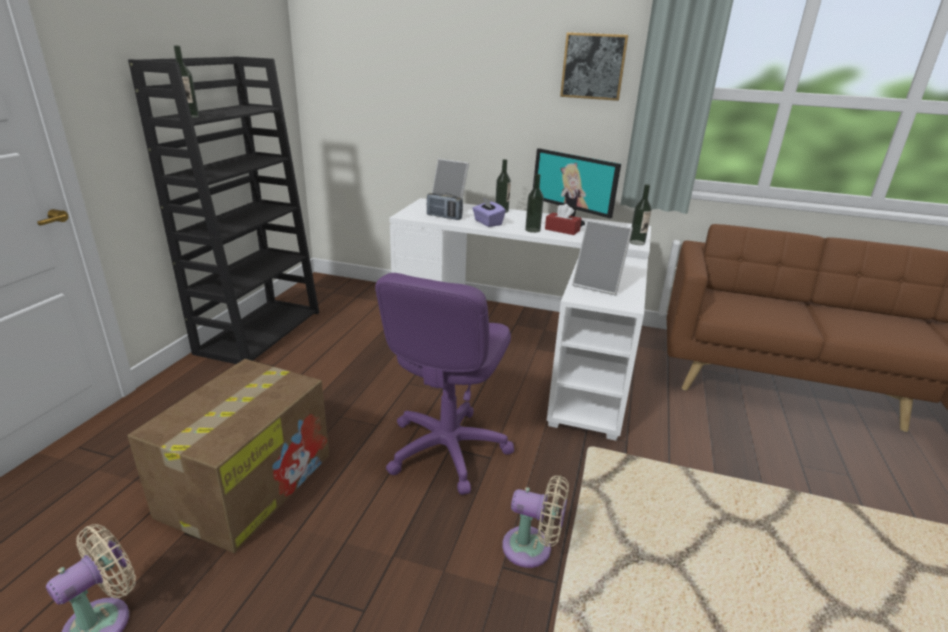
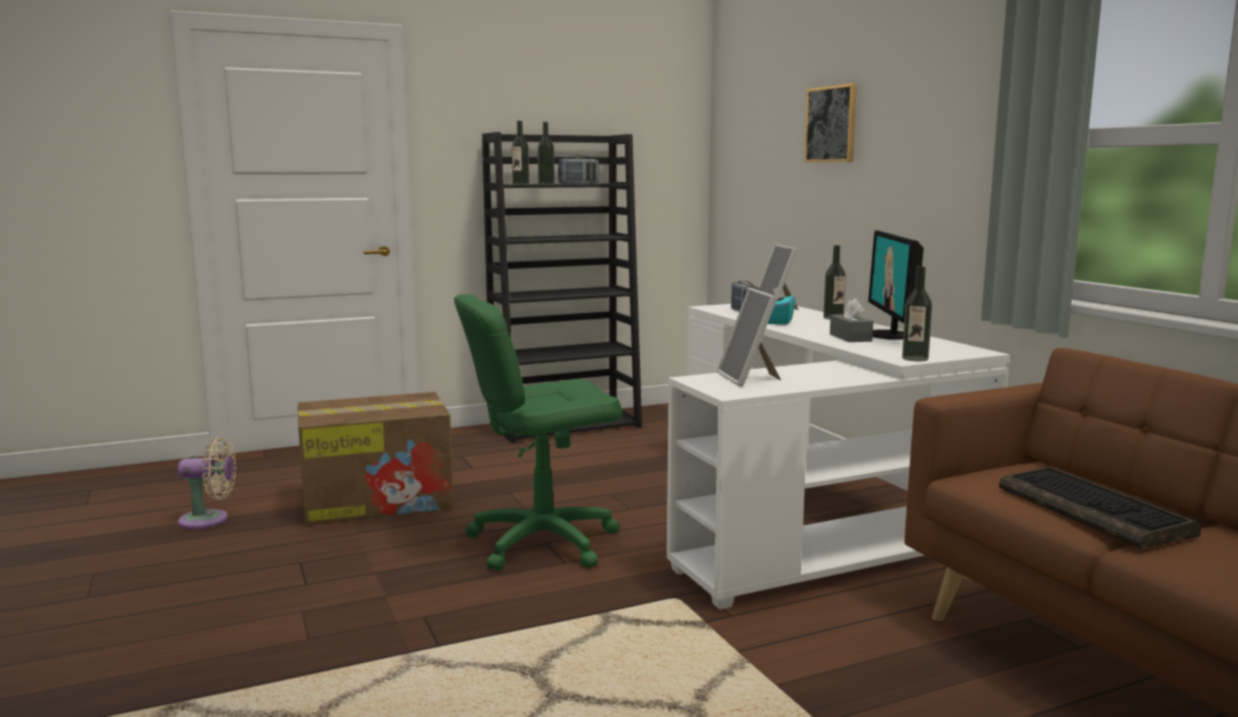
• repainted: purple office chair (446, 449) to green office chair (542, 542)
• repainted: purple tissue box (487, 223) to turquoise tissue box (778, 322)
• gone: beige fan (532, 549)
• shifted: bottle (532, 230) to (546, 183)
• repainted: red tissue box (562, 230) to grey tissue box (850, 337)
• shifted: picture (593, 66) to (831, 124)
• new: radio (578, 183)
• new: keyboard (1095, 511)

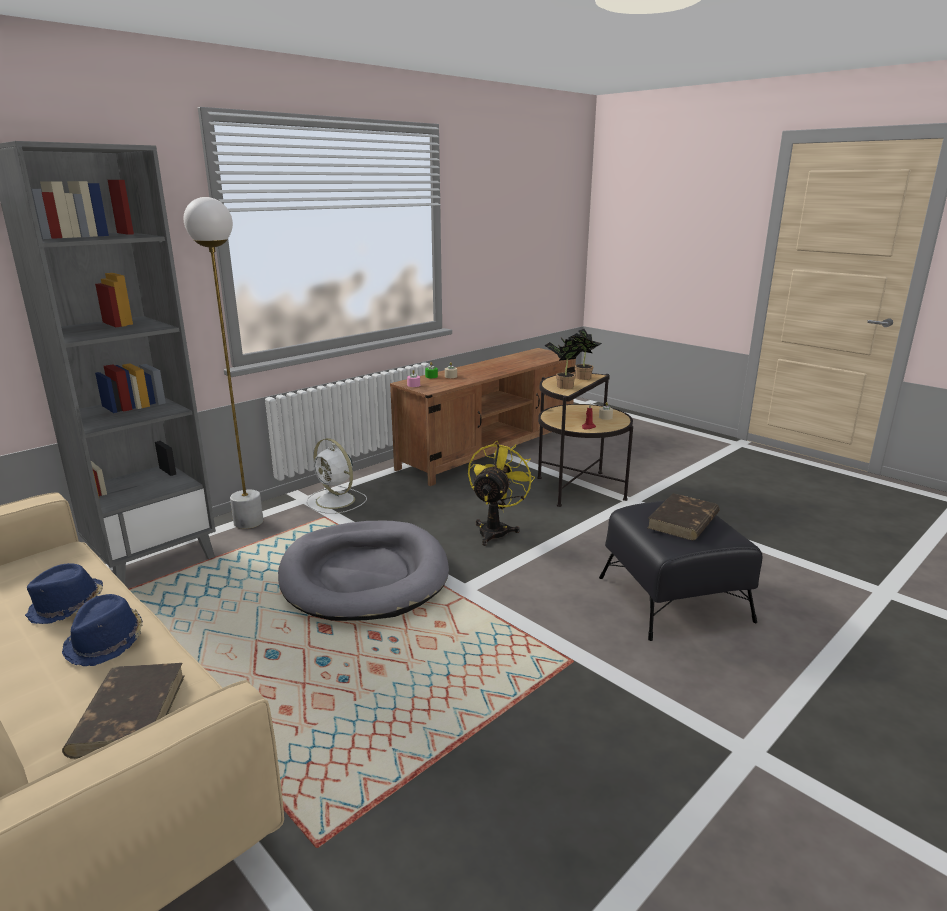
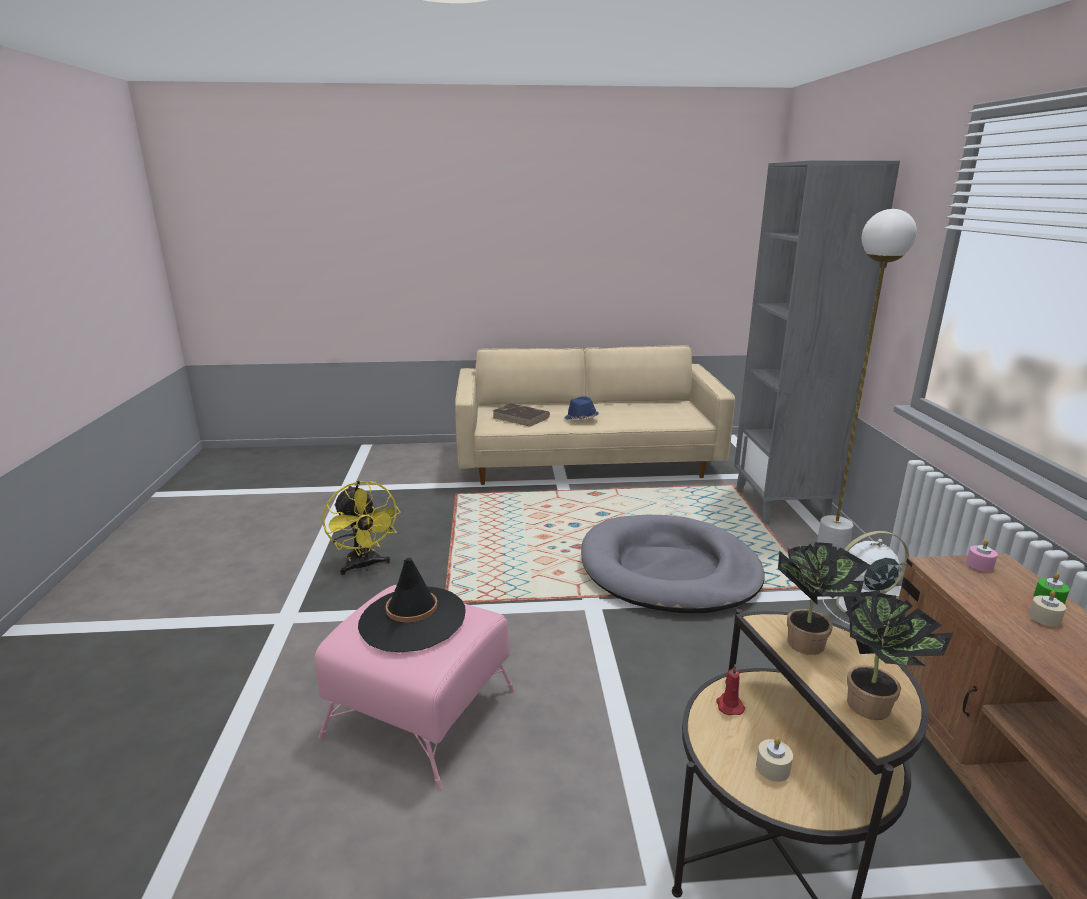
• gone: blue hat (66, 607)
• shifted: yellow fan (496, 529) to (364, 566)
• repainted: black ottoman (673, 599) to pink ottoman (420, 711)
• swapped: brown book (683, 521) to black hat (412, 619)

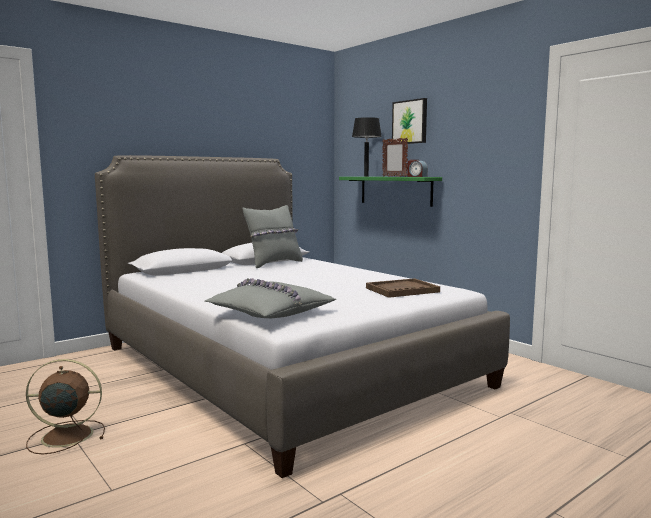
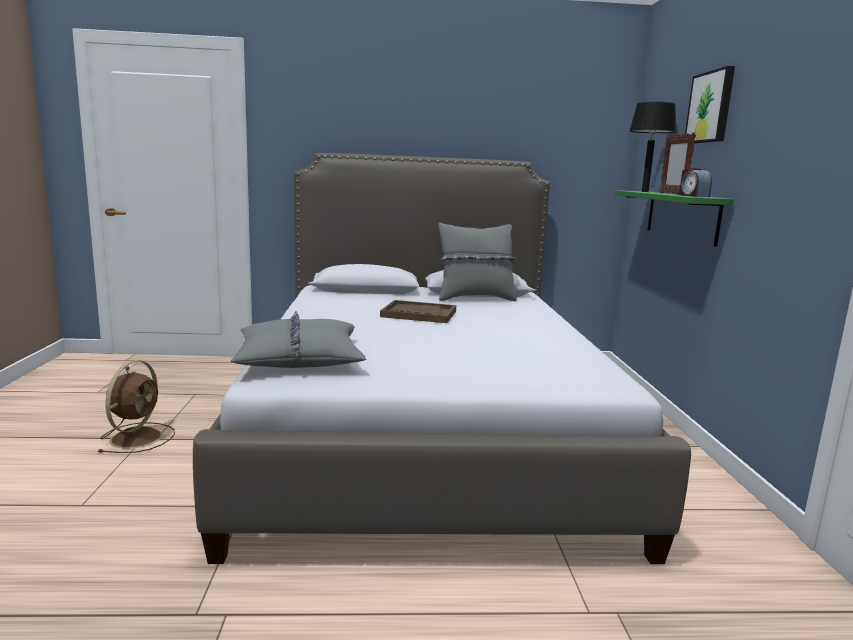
• rotated: brown fan (65, 436) = (137, 437) 75 degrees clockwise
• shifted: brown tray (402, 290) to (418, 314)

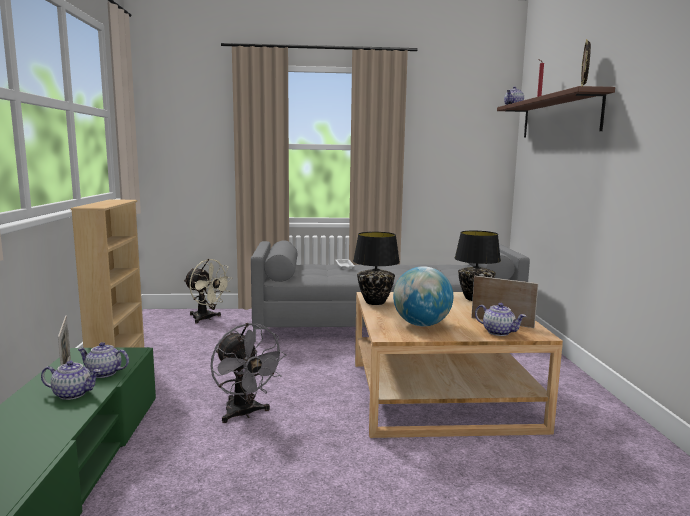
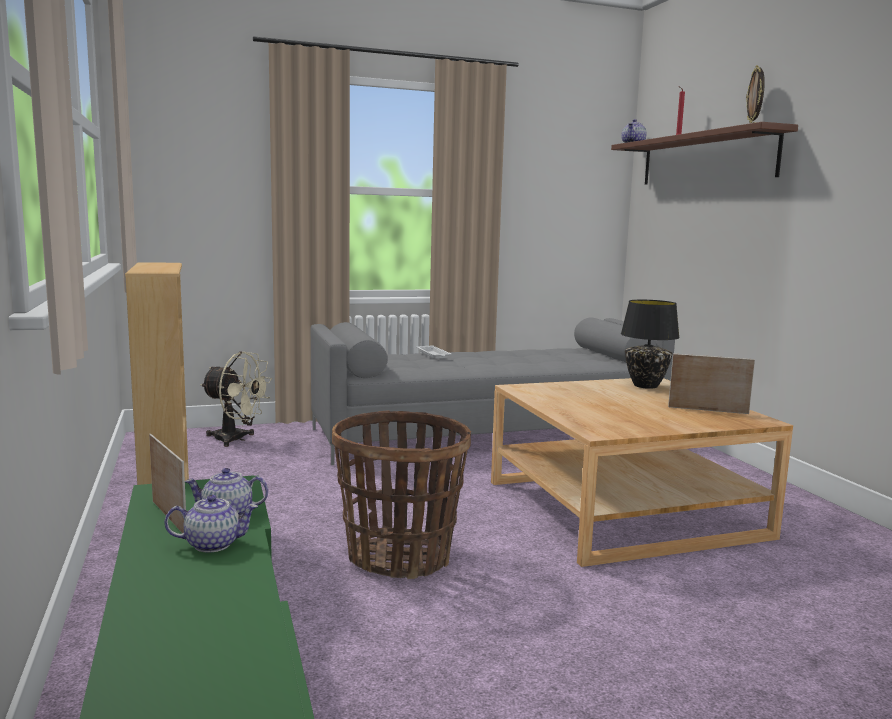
• swapped: grey fan (244, 414) to basket (400, 556)
• gone: black table lamp (375, 302)
• gone: globe (421, 325)
• gone: teapot (499, 332)

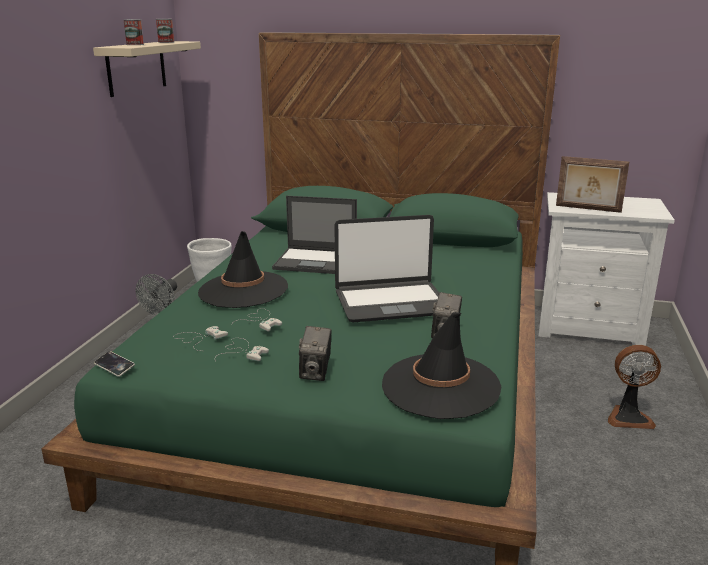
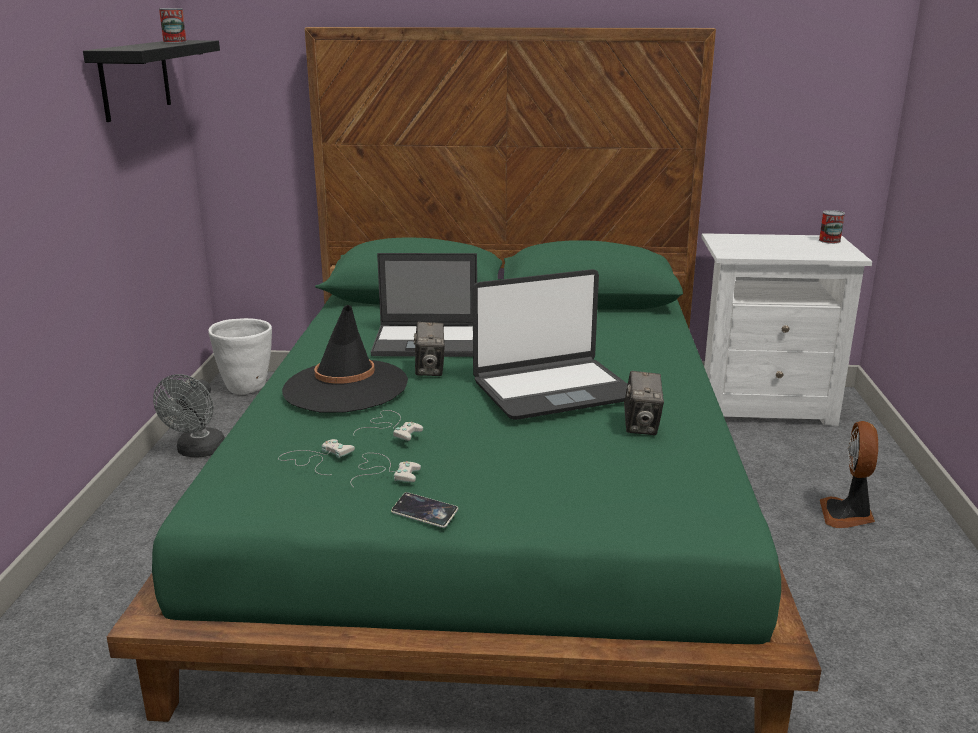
• repainted: beige shelf (136, 67) to black shelf (135, 79)
• shifted: phone (114, 366) to (424, 514)
• shifted: can (135, 44) to (829, 241)
• shifted: photo camera (315, 372) to (430, 370)
• gone: black hat (440, 386)
• gone: picture frame (588, 209)
• rotated: fan (628, 417) = (847, 515) 105 degrees clockwise

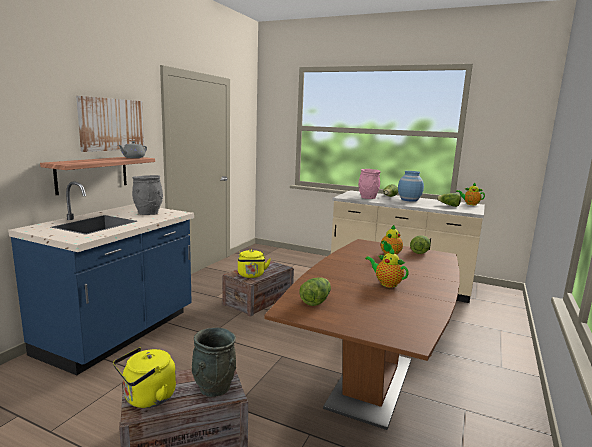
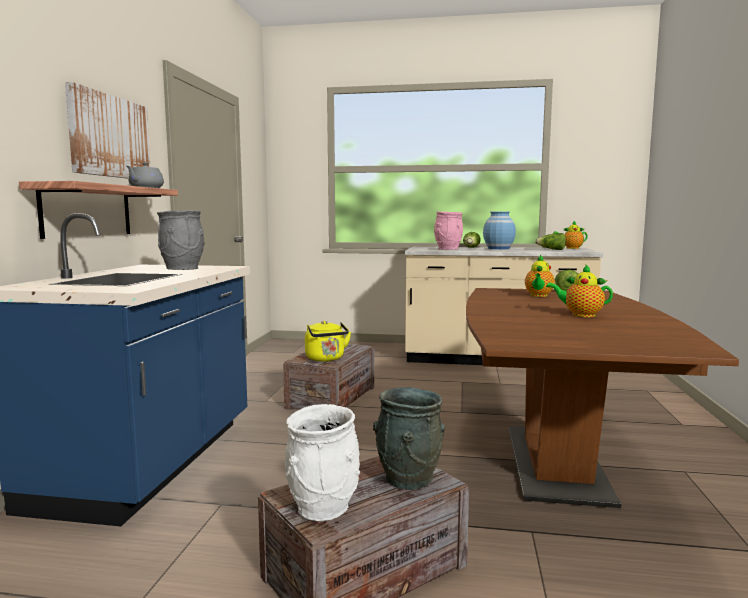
• swapped: yellow kettle (147, 398) to white vase (322, 507)
• gone: lettuce (315, 300)

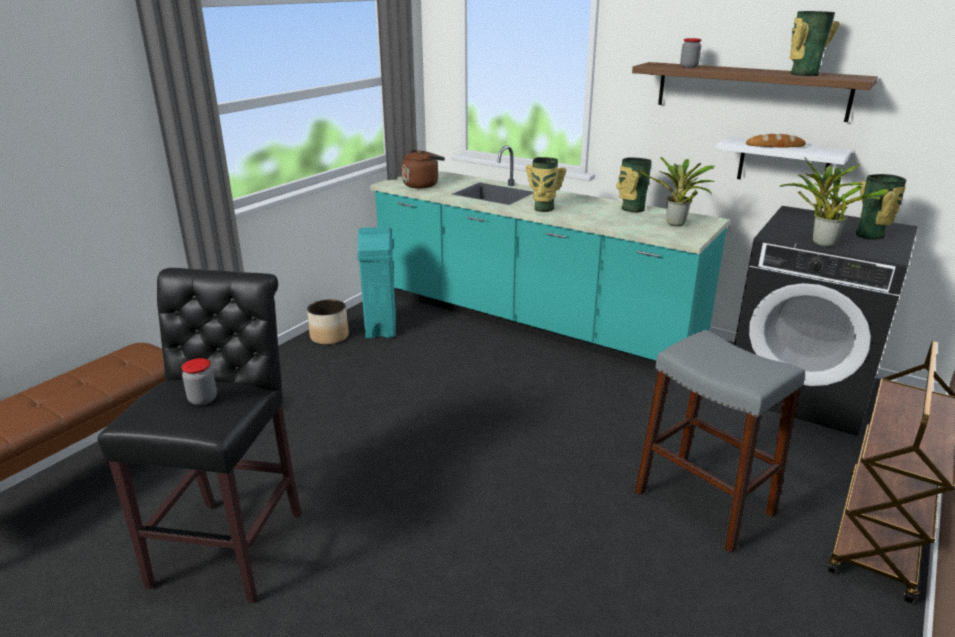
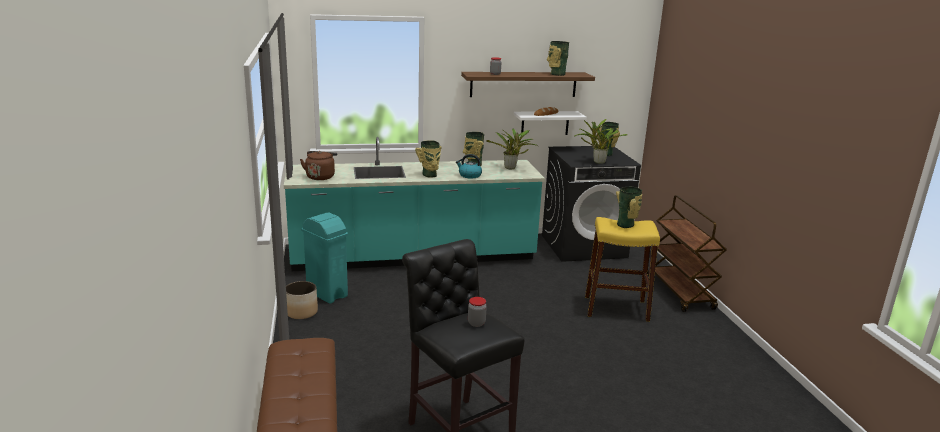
• repainted: grey stool (704, 503) to yellow stool (616, 308)
• new: kettle (469, 175)
• new: vase (626, 225)

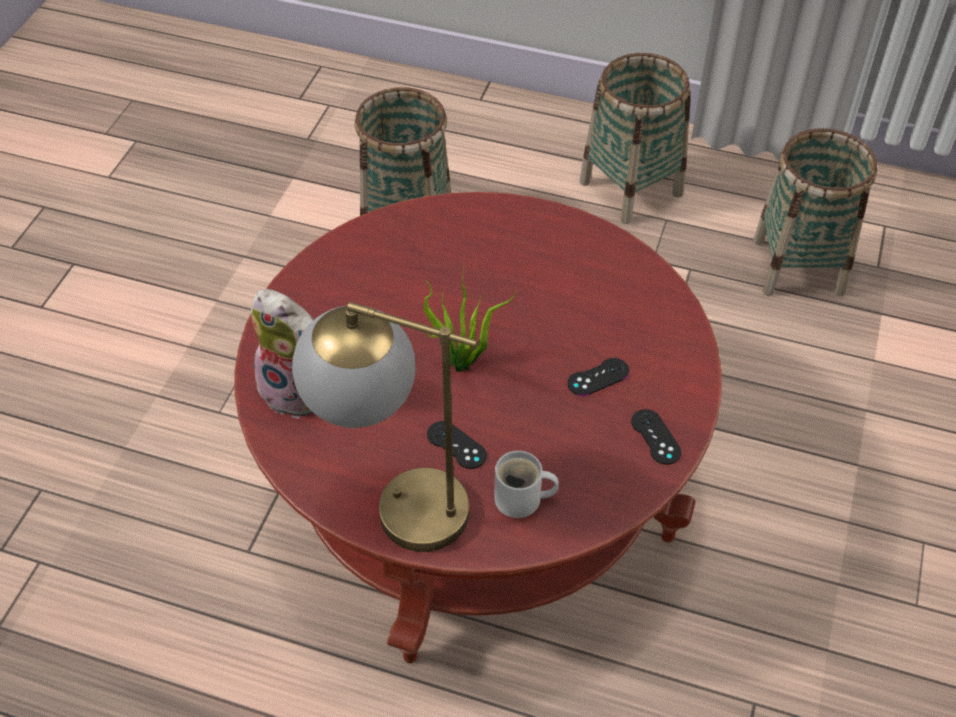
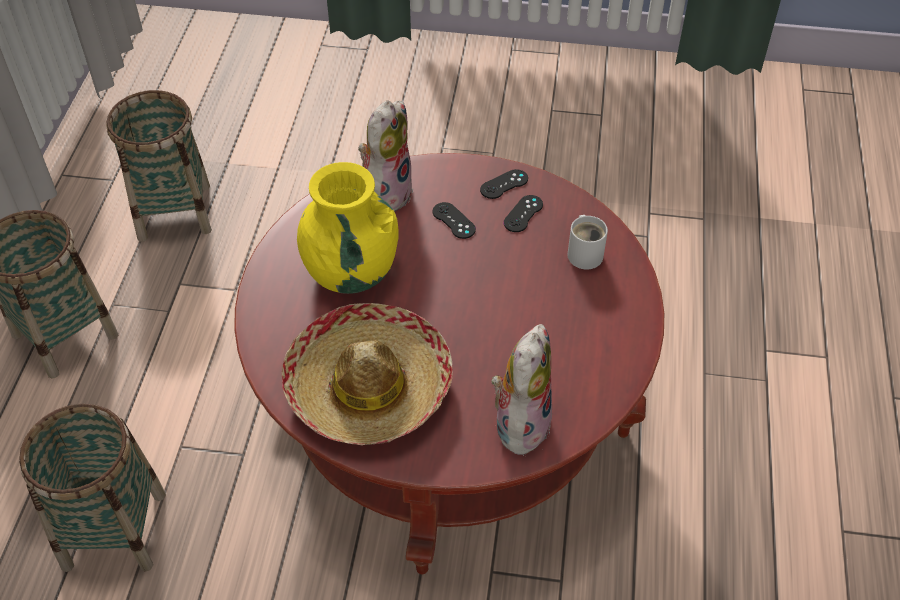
• gone: table lamp (392, 503)
• gone: potted plant (463, 364)
• shifted: black game controller (456, 445) to (523, 214)
• new: hat (368, 386)
• new: yellow vase (351, 271)
• new: plush toy (386, 192)

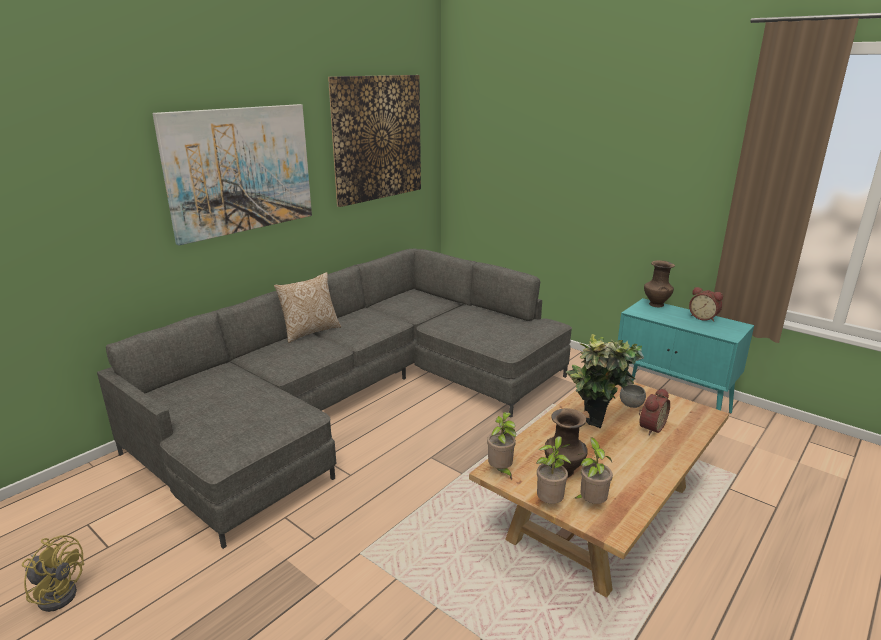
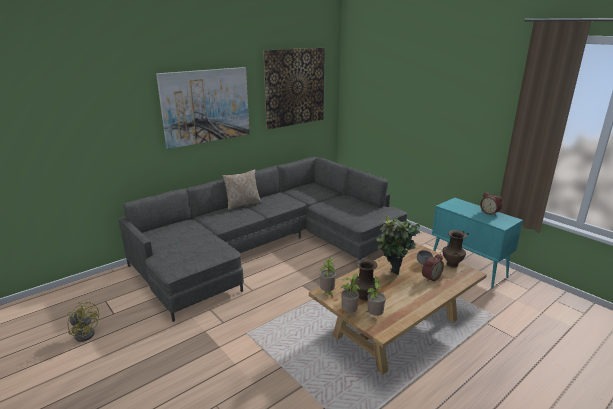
• shifted: brown vase (655, 304) to (452, 264)

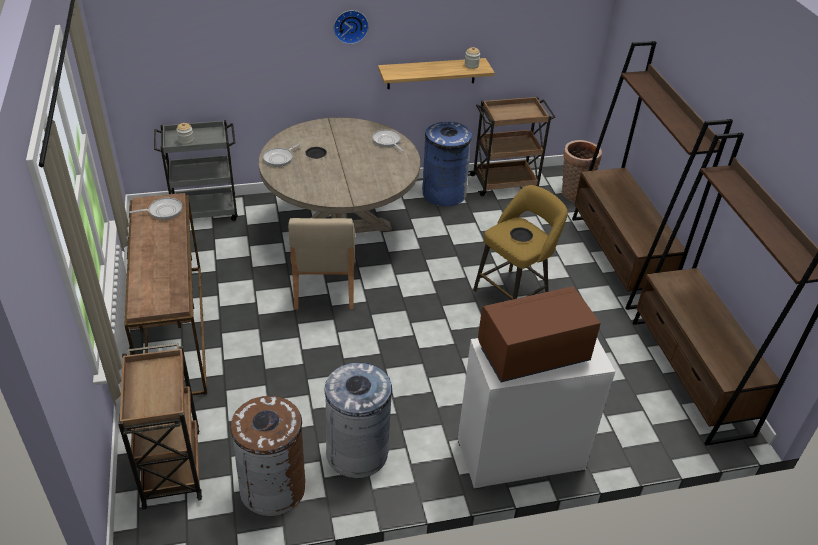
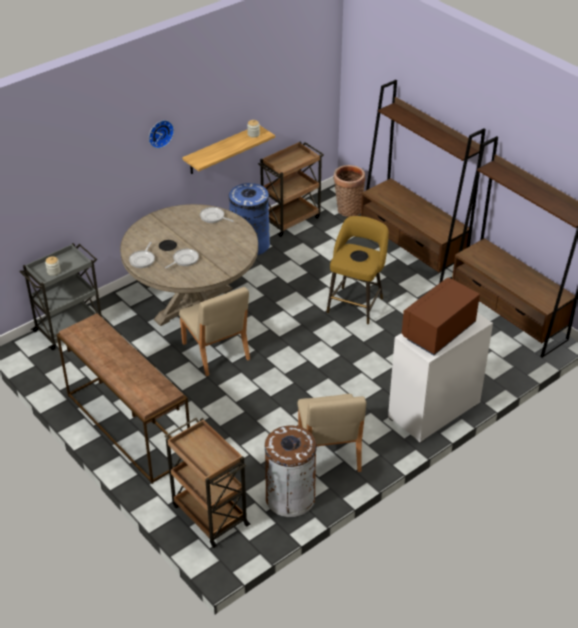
• shifted: frying pan (163, 211) to (184, 260)
• swapped: grey trash can (357, 452) to beige chair (329, 452)

